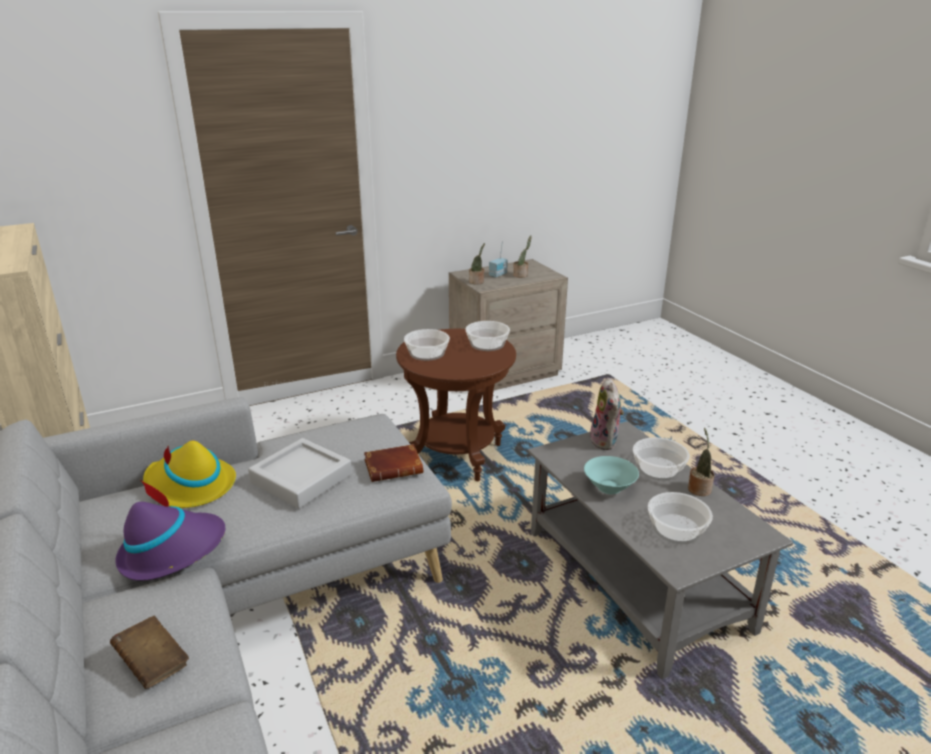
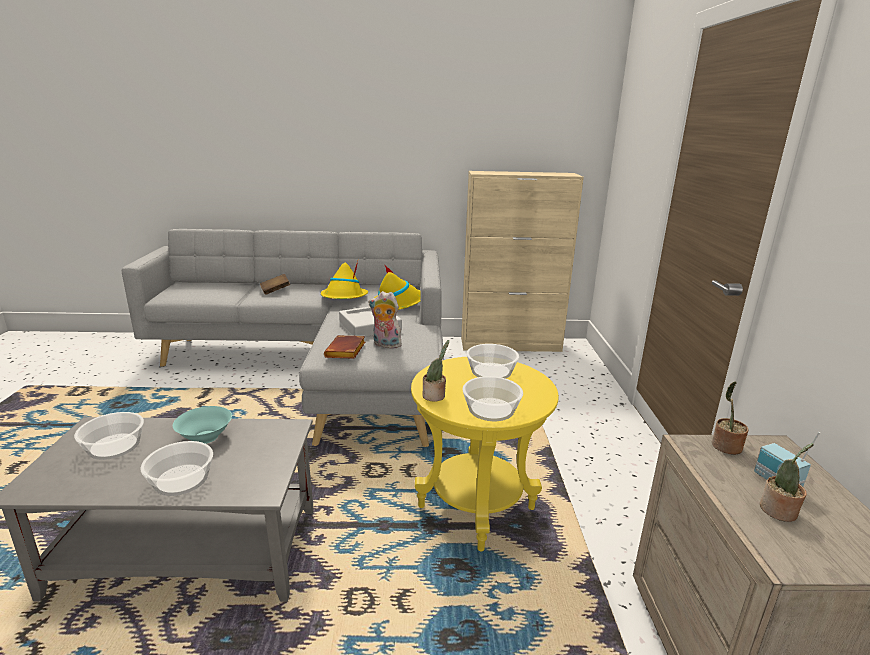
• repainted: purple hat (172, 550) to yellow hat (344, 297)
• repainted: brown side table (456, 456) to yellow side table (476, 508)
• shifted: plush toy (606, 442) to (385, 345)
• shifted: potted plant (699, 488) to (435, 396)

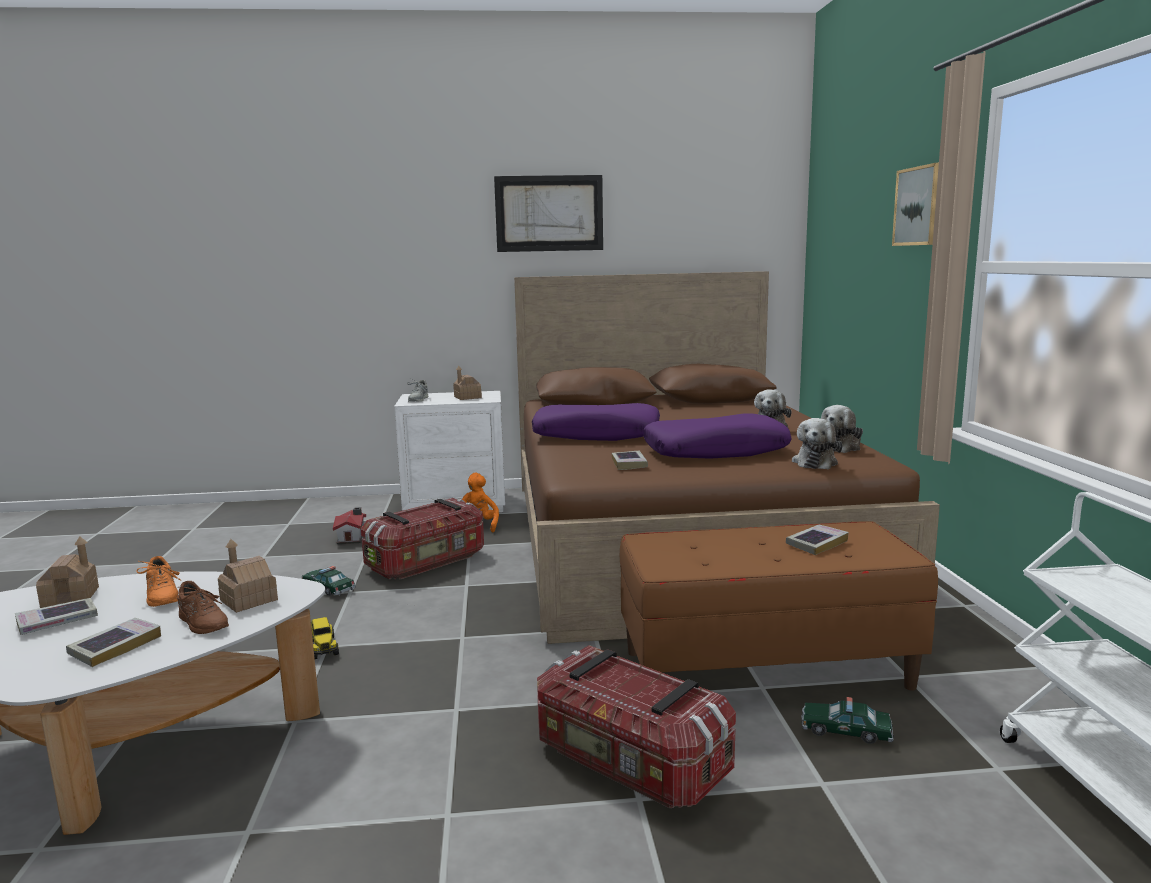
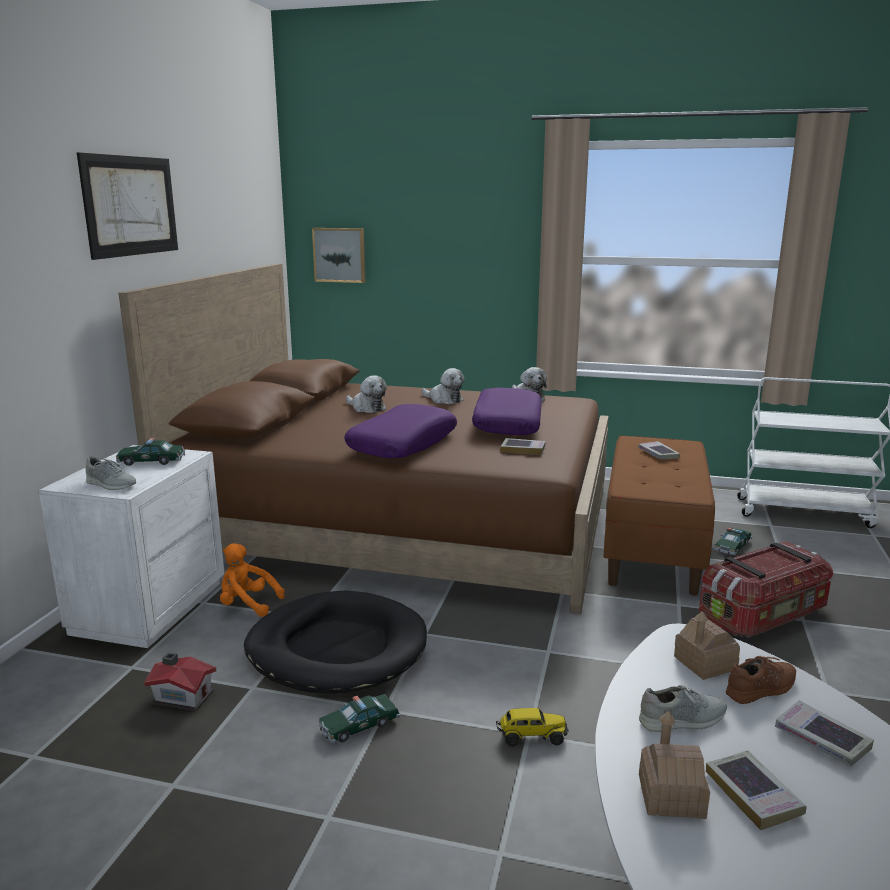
• repainted: orange shoe (162, 596) to grey shoe (683, 719)
• swapped: storage box (428, 562) to black dog bed (337, 648)
• swapped: toy house (467, 397) to toy car (151, 461)
• shifted: plush toy (815, 462) to (366, 408)
• shifted: picture (921, 206) to (340, 255)

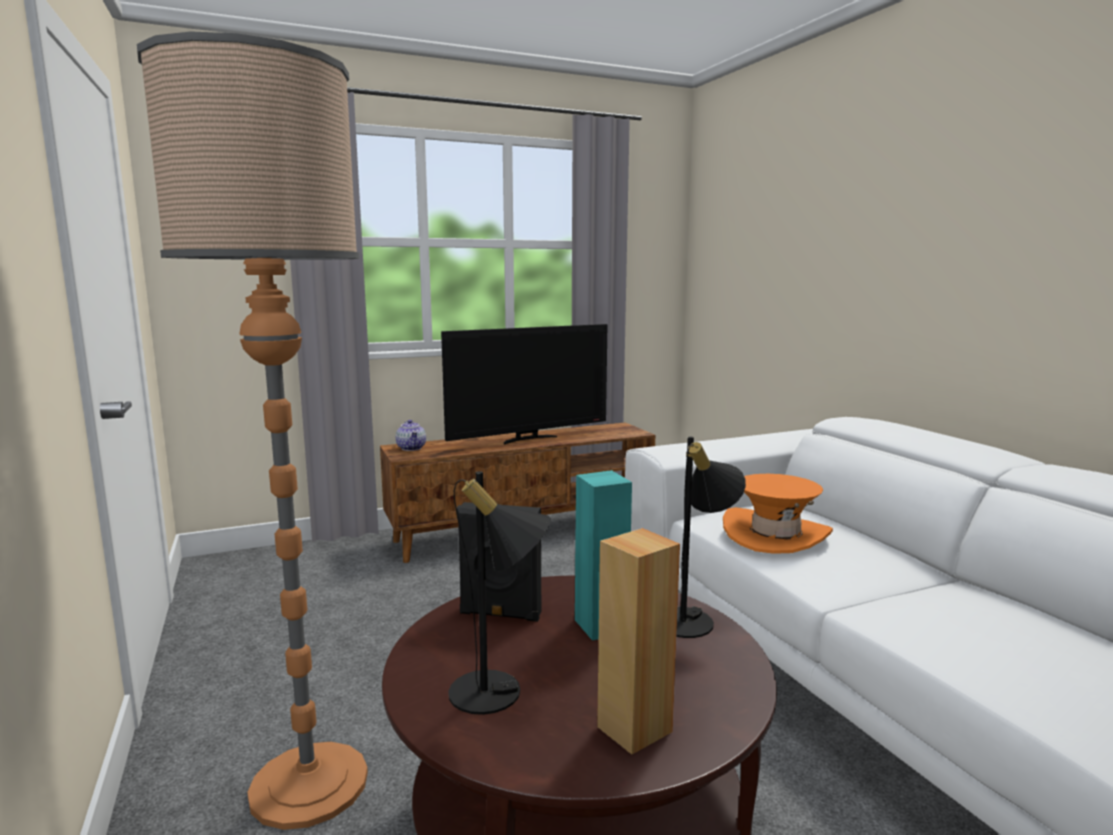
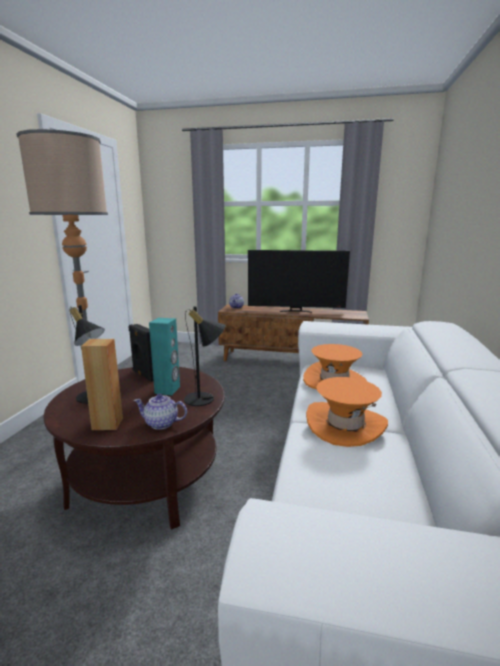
• new: teapot (161, 424)
• new: orange hat (345, 425)

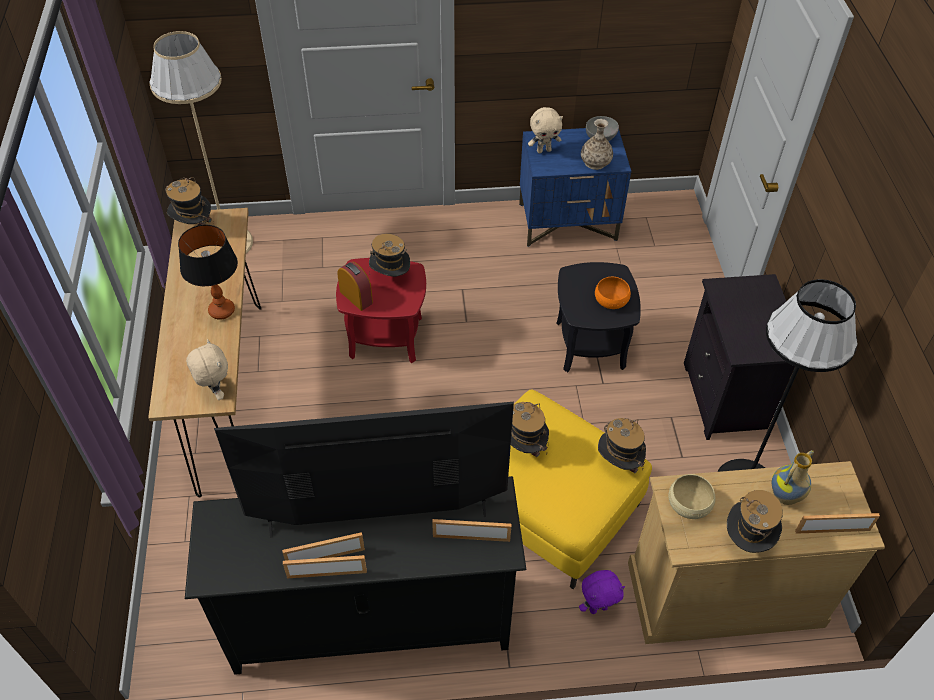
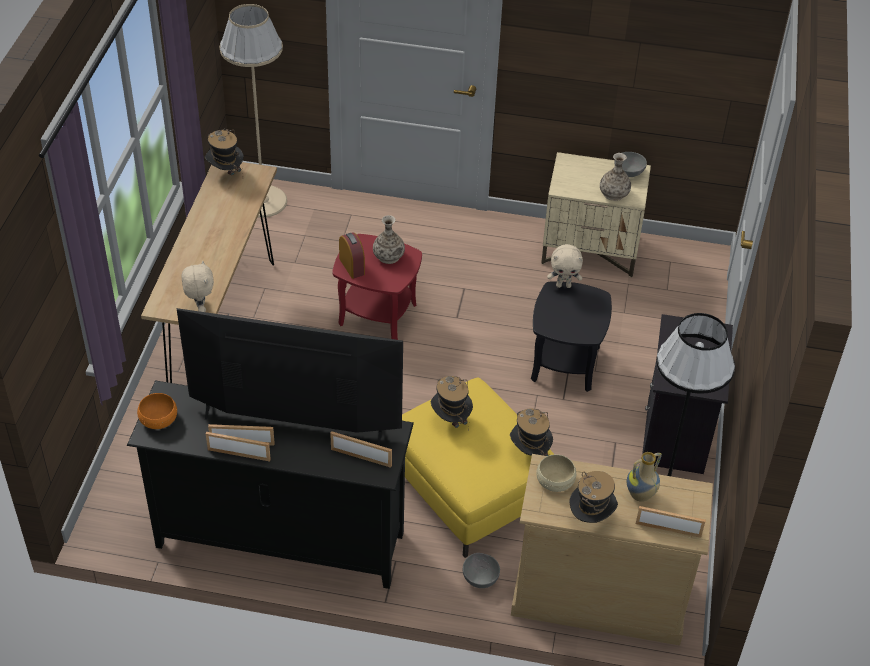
• gone: table lamp (221, 311)
• swapped: hat (390, 277) to vase (388, 256)
• repainted: blue nightstand (568, 222) to beige nightstand (591, 250)
• shifted: beige plush toy (544, 150) to (563, 285)
• swapped: purple plush toy (598, 608) to grey bowl (480, 577)
• shifted: orange bowl (611, 300) to (158, 419)

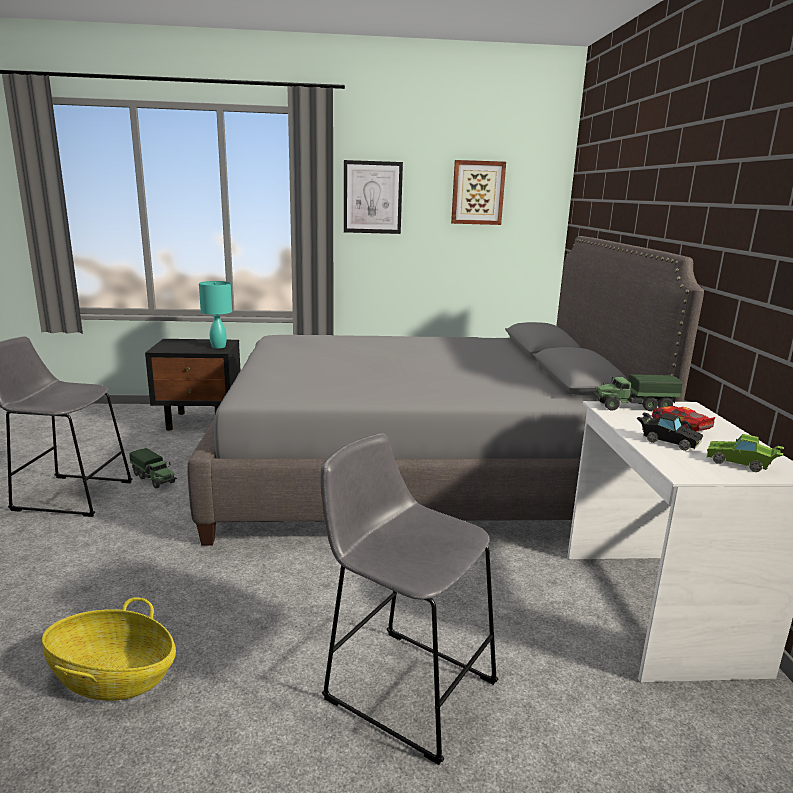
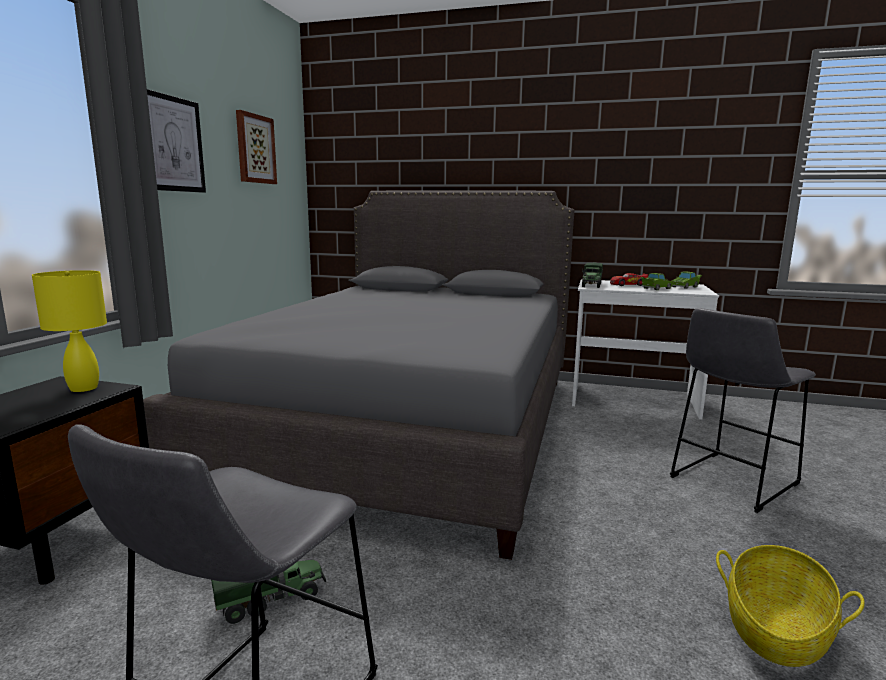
• repainted: turquoise table lamp (218, 347) to yellow table lamp (83, 388)
• repainted: black toy car (667, 441) to green toy car (655, 288)

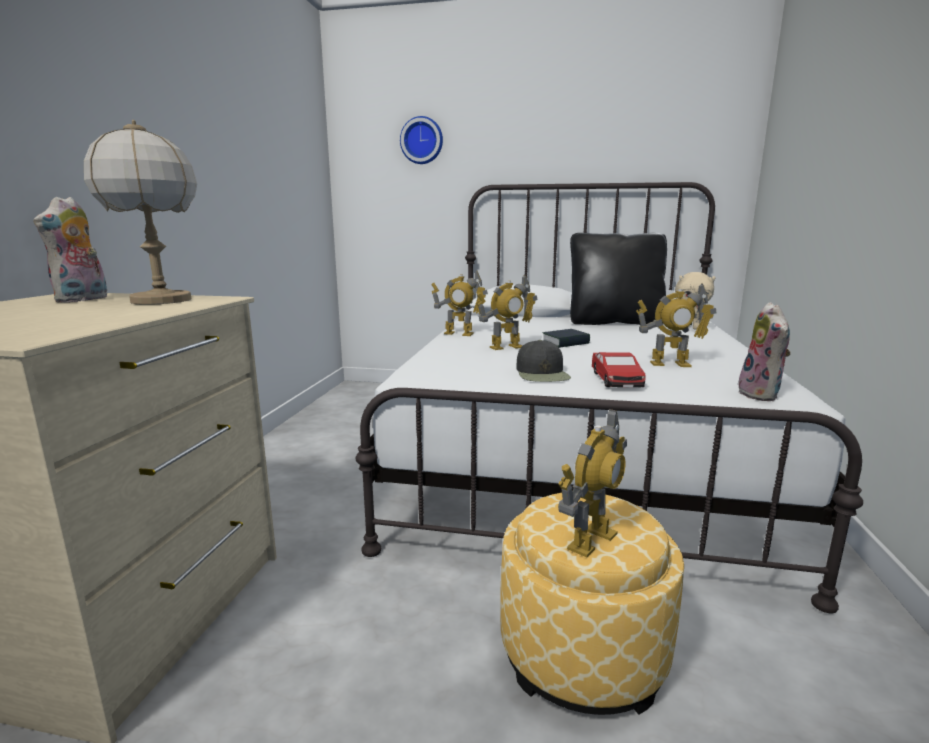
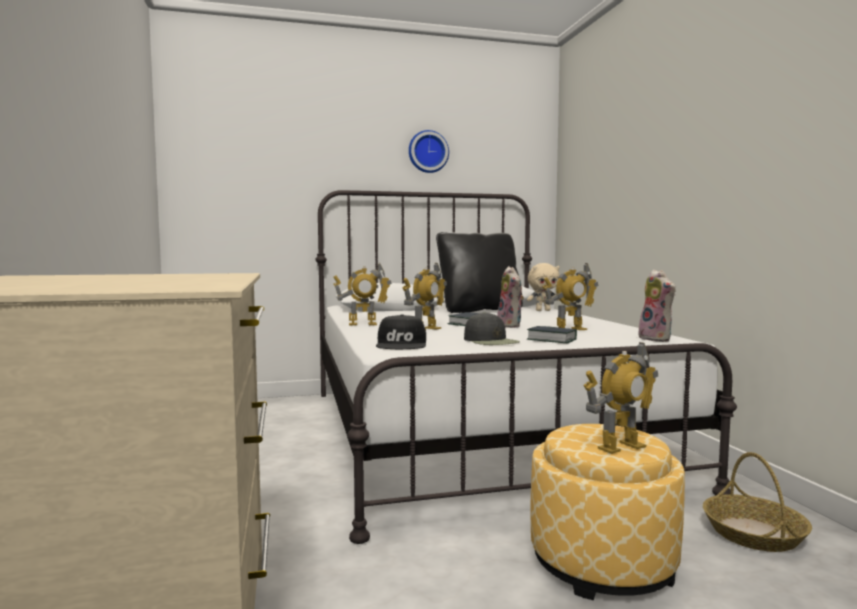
• shifted: plush toy (83, 299) to (511, 326)
• gone: table lamp (162, 300)
• shifted: wall clock (422, 141) to (428, 152)
• rotated: toy robot (591, 540) = (620, 447) 45 degrees clockwise
• swapped: toy car (616, 379) to book (551, 340)
• new: black cap (402, 344)
• new: basket (754, 534)

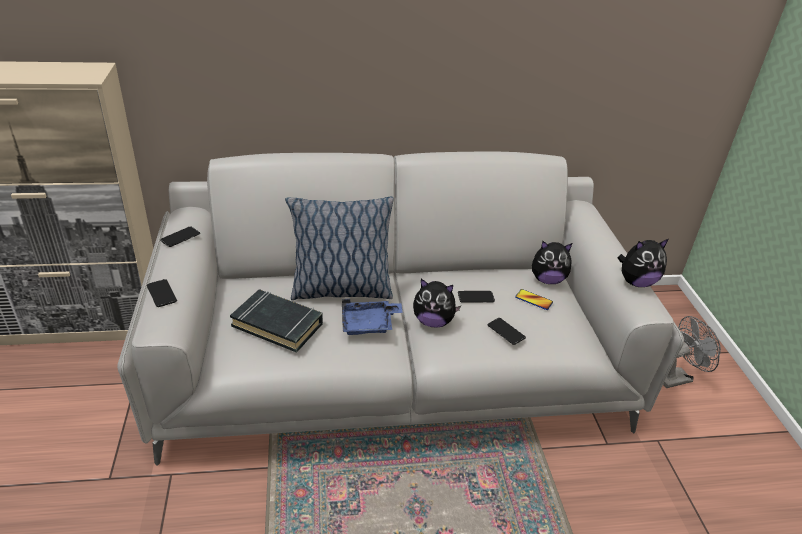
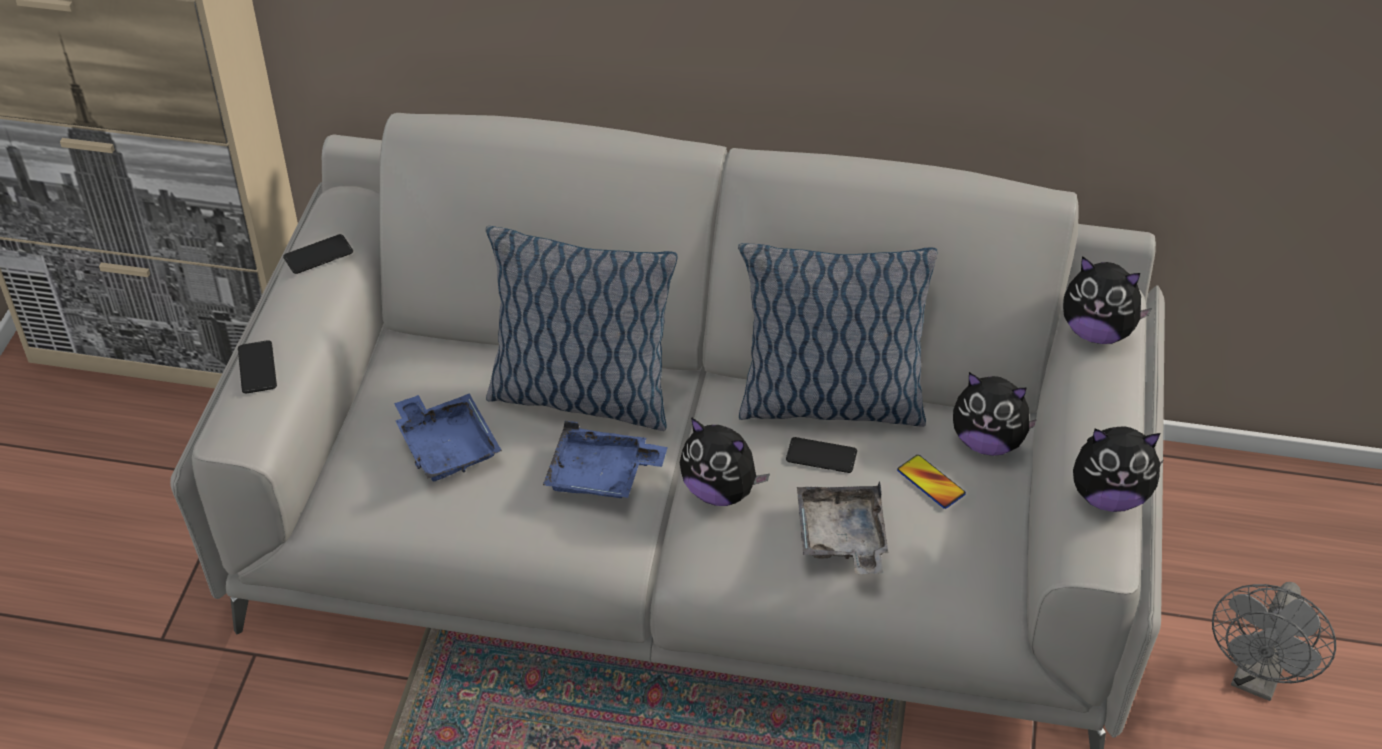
• swapped: black book (278, 324) to blue tray (447, 446)
• swapped: phone (506, 331) to grey tray (842, 538)
• rotated: grey fan (677, 377) = (1257, 679) 120 degrees clockwise
• new: pillow (829, 402)
• new: plush toy (1097, 332)

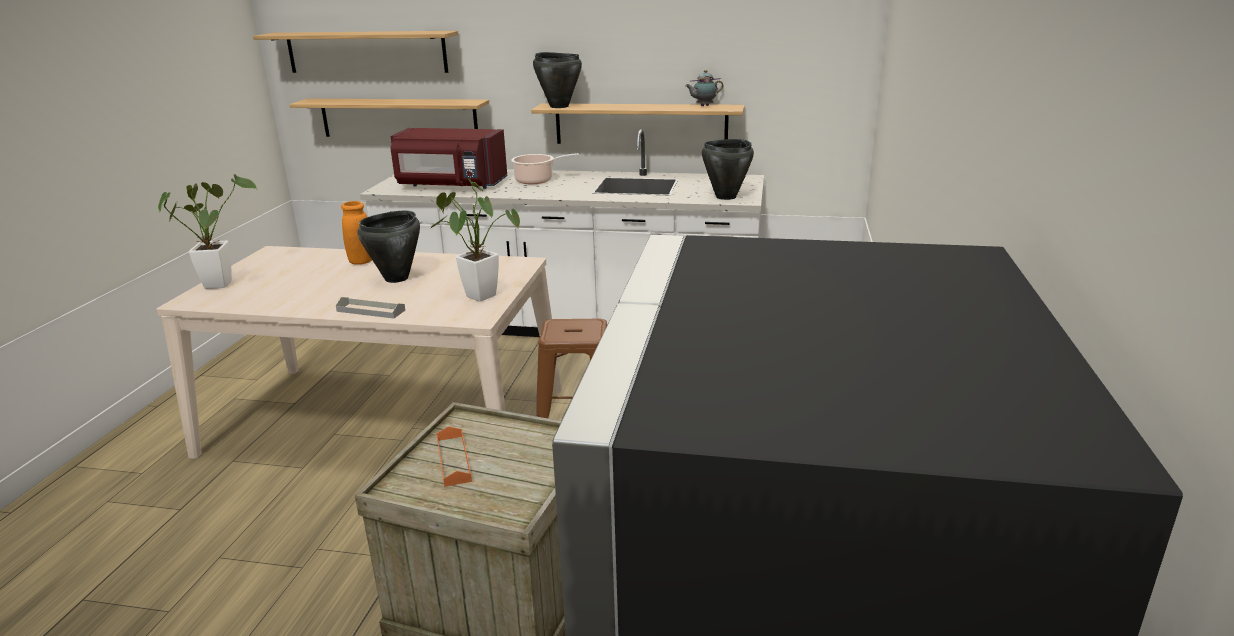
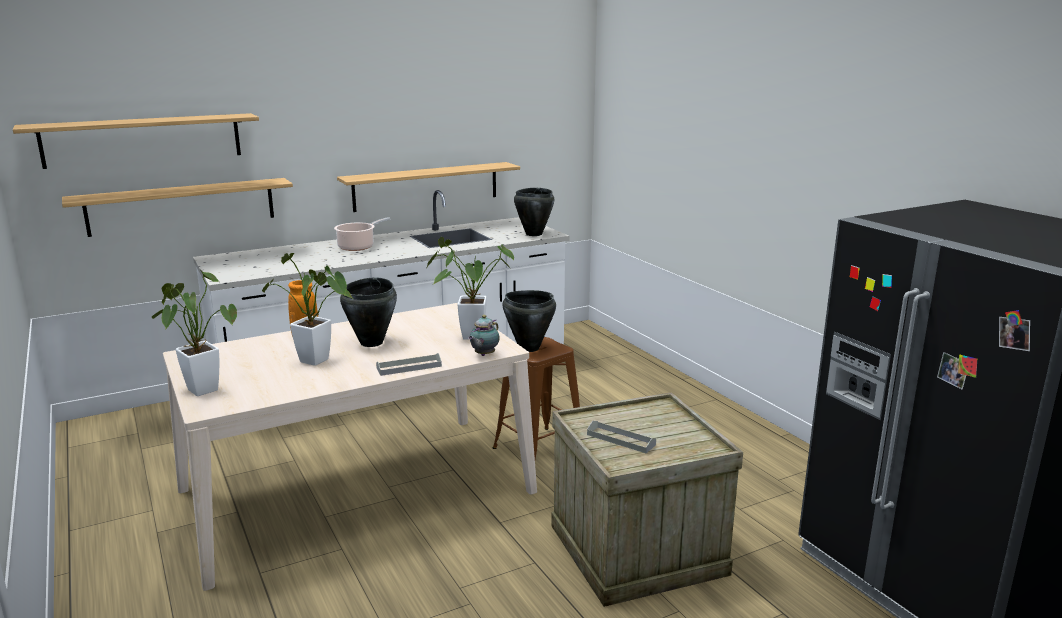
• gone: red microwave (450, 185)
• repainted: orange tray (453, 460) to grey tray (621, 439)
• shifted: black cooking pot (559, 106) to (528, 348)
• shifted: teapot (703, 106) to (483, 355)
• new: potted plant (319, 362)

